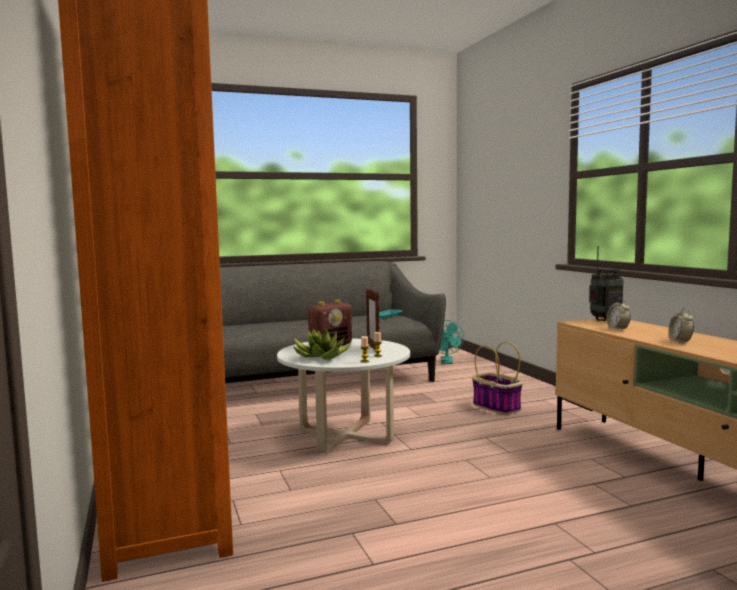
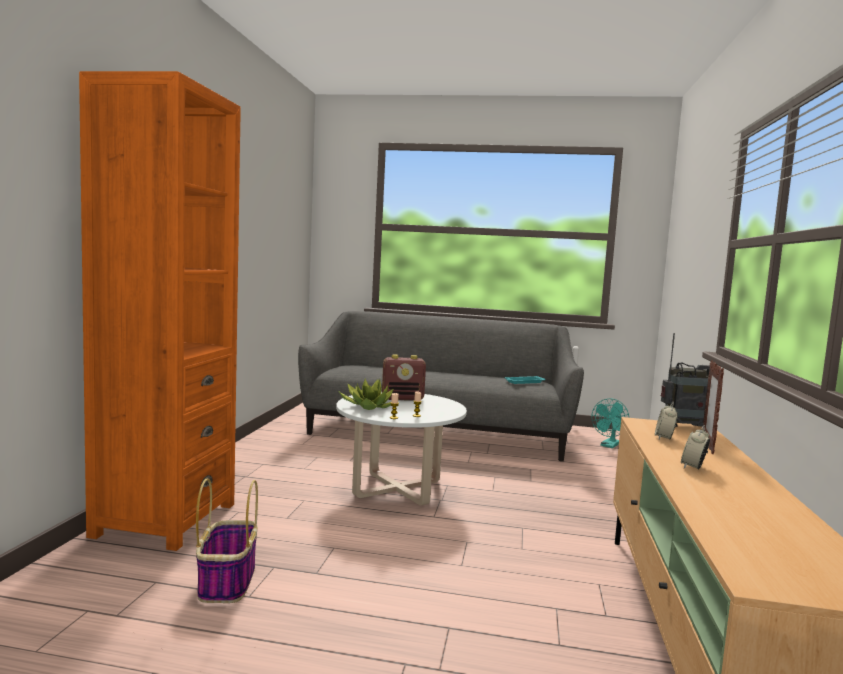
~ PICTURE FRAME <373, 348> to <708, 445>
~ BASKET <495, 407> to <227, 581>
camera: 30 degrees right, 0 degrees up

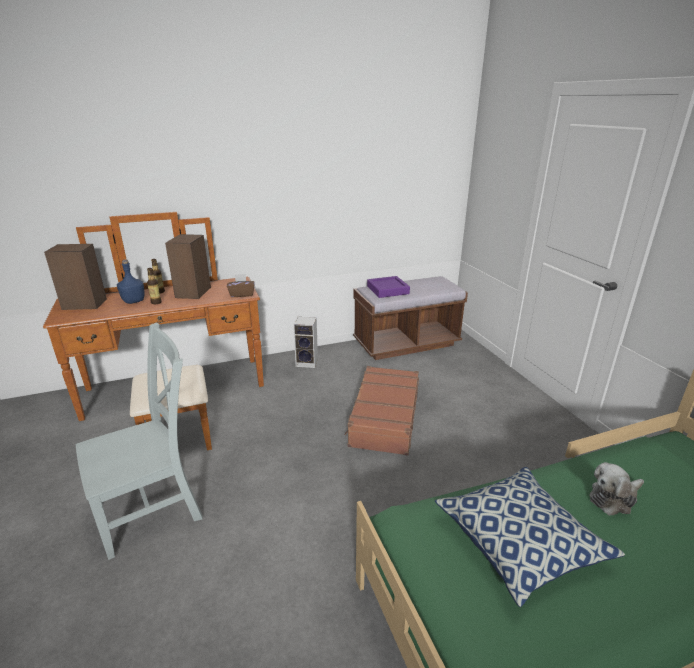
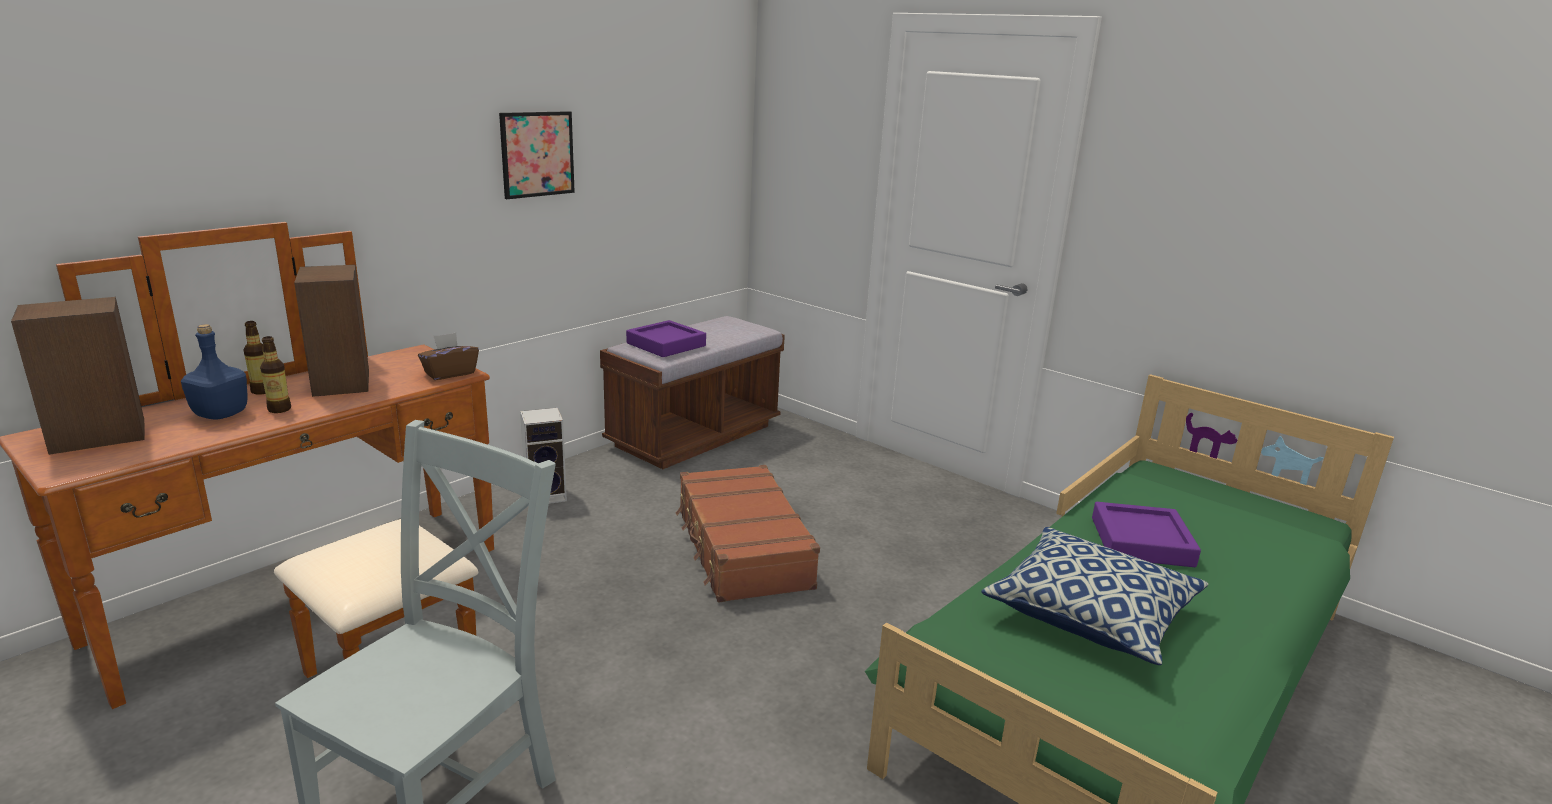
~ PLUSH TOY <613, 498> to PURPLE TRAY <1141, 542>
+ PICTURE <537, 154>
camera: 30 degrees left, 5 degrees down

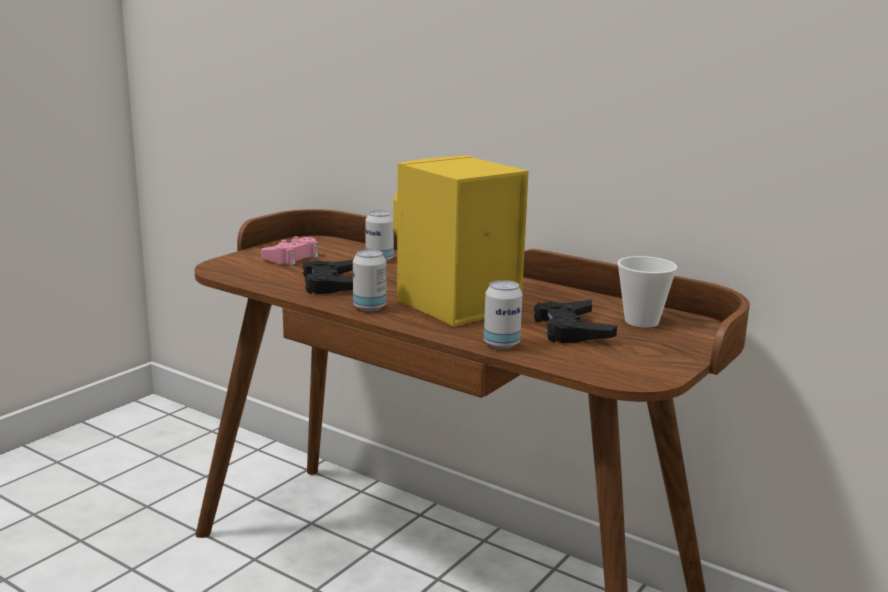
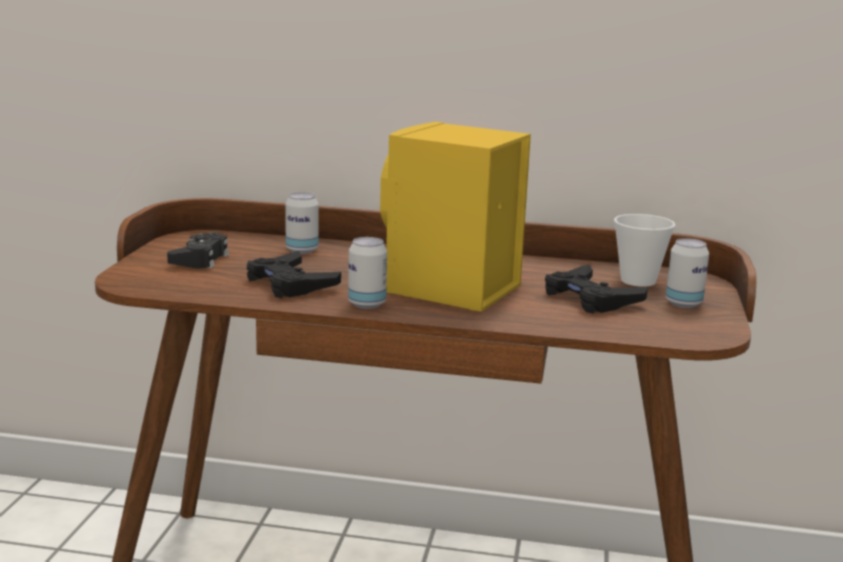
~ PINK GAME CONTROLLER <292, 258> to BLACK GAME CONTROLLER <200, 259>
~ CAN <501, 344> to <683, 303>
camera: 25 degrees left, 0 degrees up

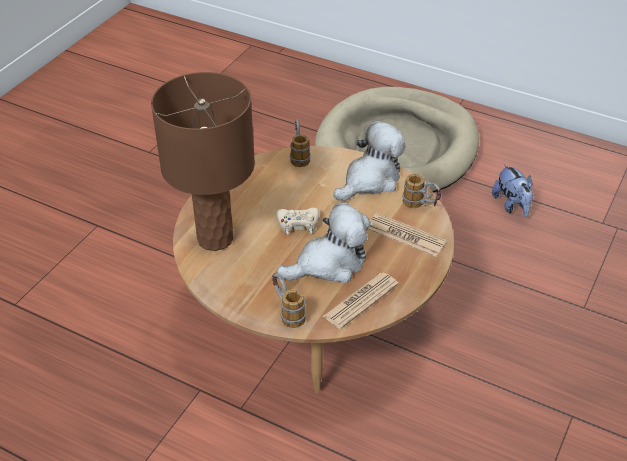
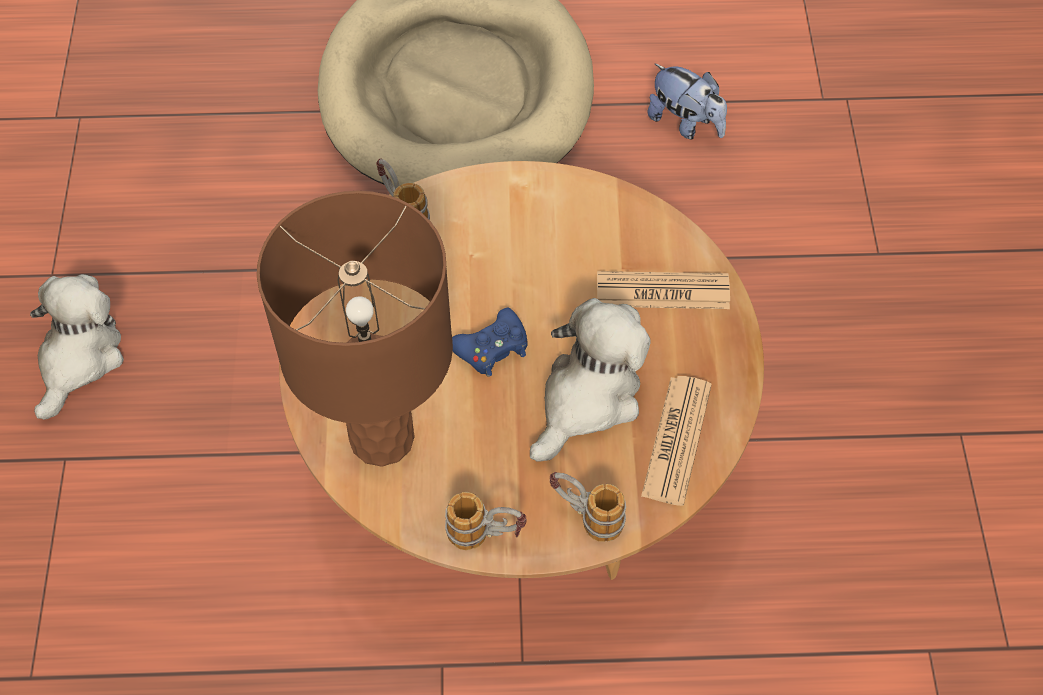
~ BEIGE GAME CONTROLLER <298, 224> to BLUE GAME CONTROLLER <492, 348>
~ PLUSH TOY <370, 180> to <79, 358>
~ MUG <421, 206> to <486, 535>
camera: 30 degrees left, 15 degrees up

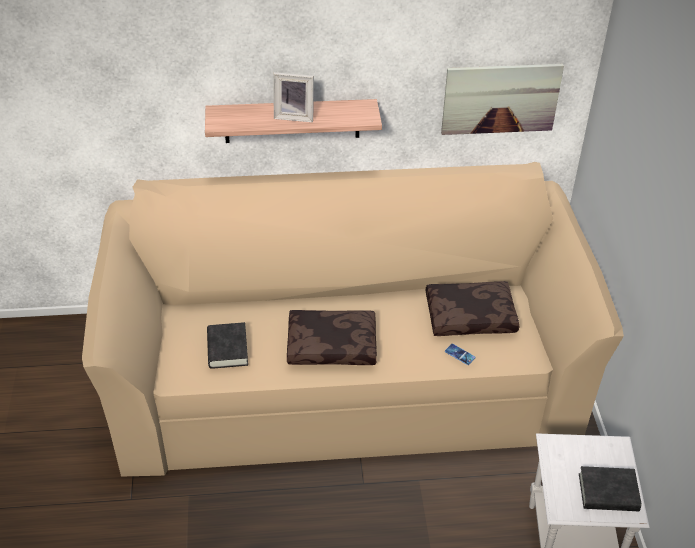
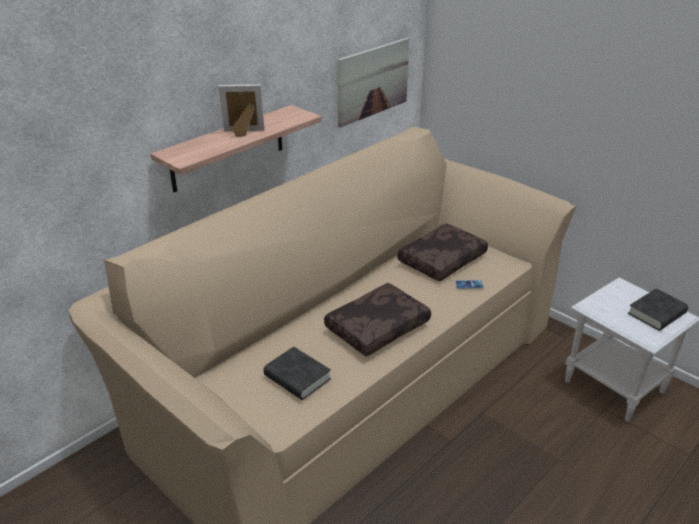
~ PICTURE FRAME <294, 116> = <243, 133> 150 degrees counterclockwise
camera: 40 degrees left, 10 degrees down

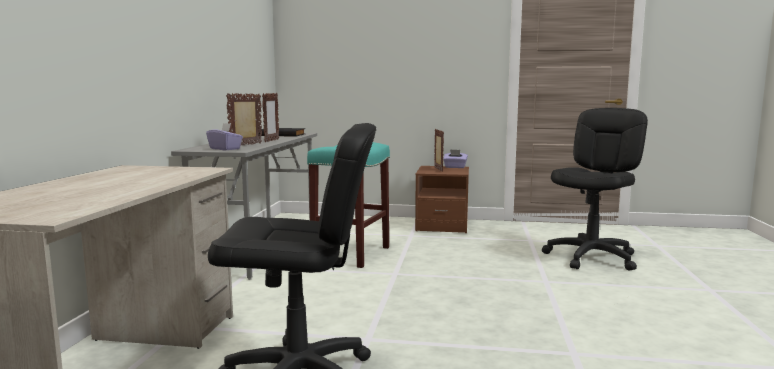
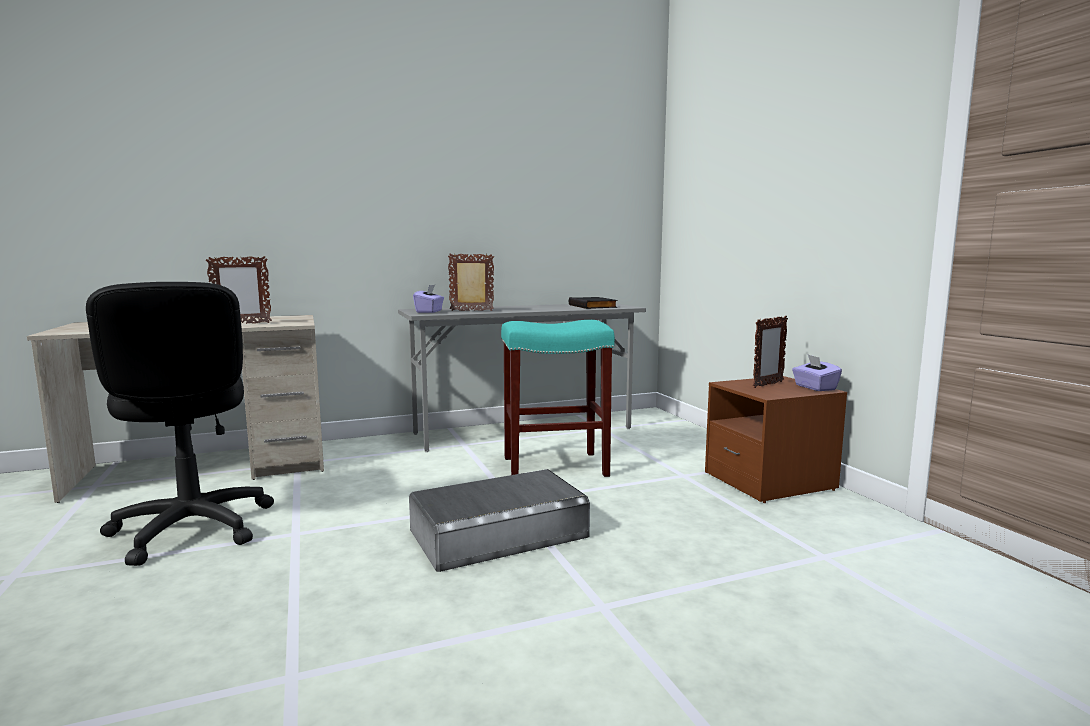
~ PICTURE FRAME <271, 141> to <242, 324>
- BLACK OFFICE CHAIR <591, 257>
+ GREY STORAGE BOX <498, 534>
camera: 60 degrees right, 0 degrees up

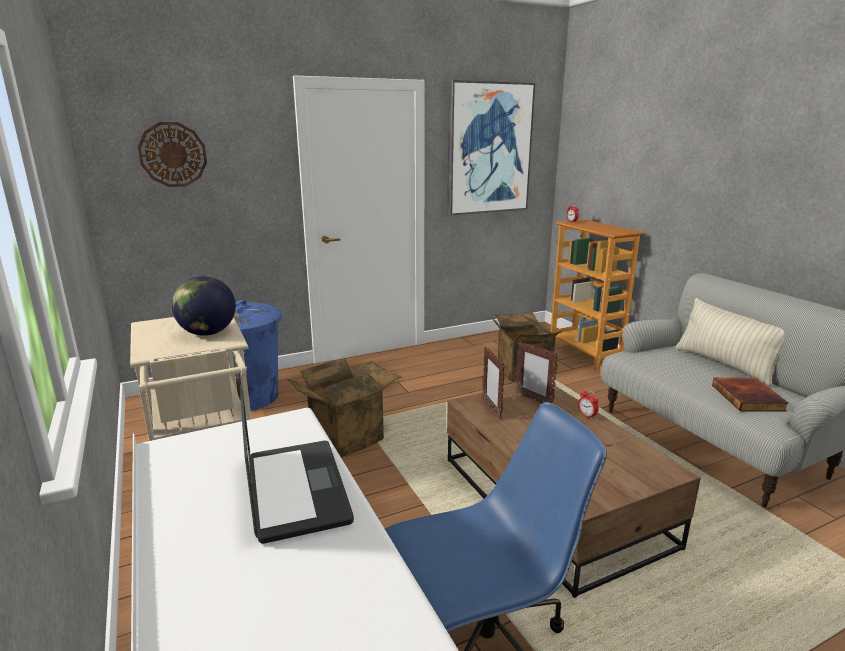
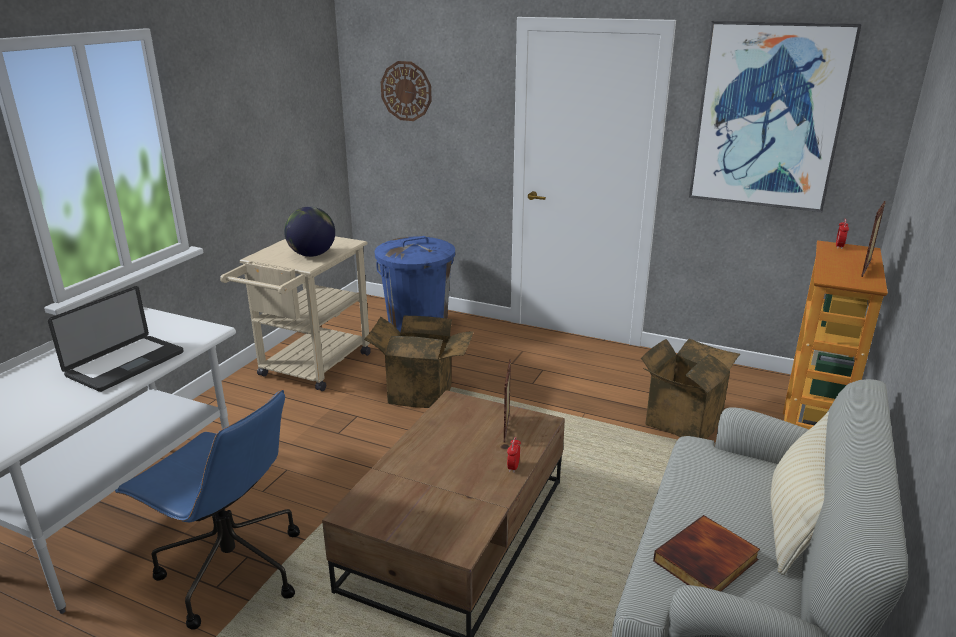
~ PICTURE FRAME <491, 408> to <866, 269>
camera: 50 degrees right, 5 degrees up

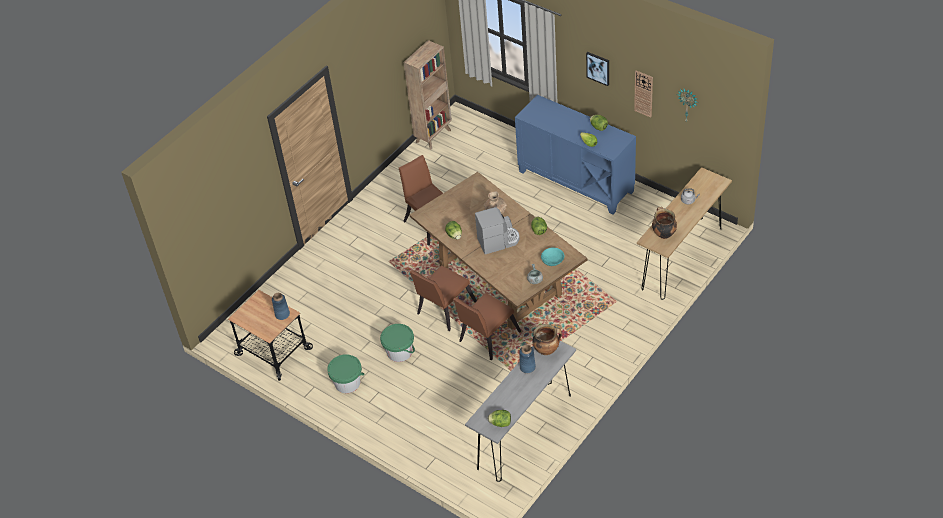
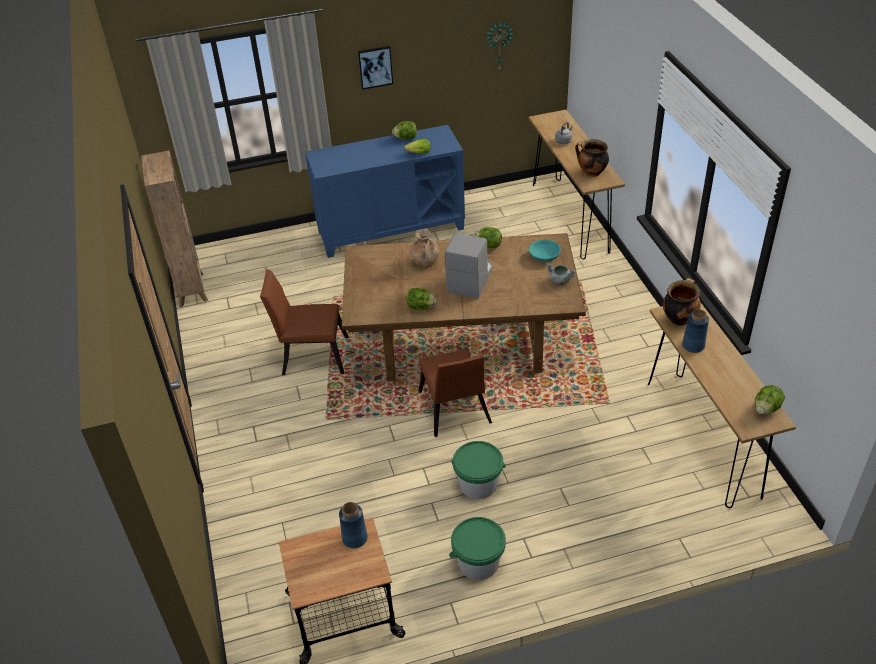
- BROWN CHAIR <486, 338>
~ GREY CONSOLE TABLE <525, 431> to BROWN CONSOLE TABLE <702, 437>
- WALL CLOCK <643, 93>
camera: 55 degrees left, 5 degrees down

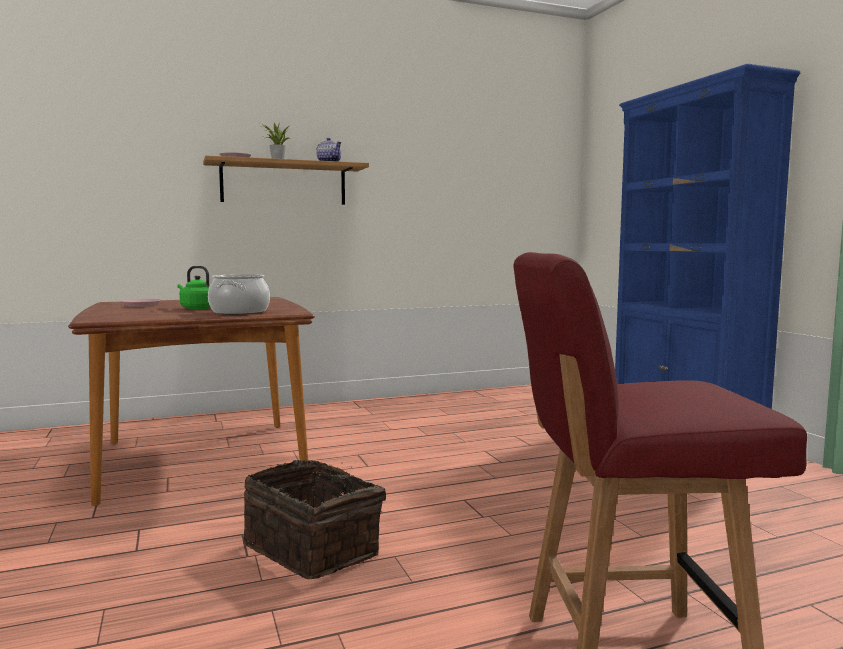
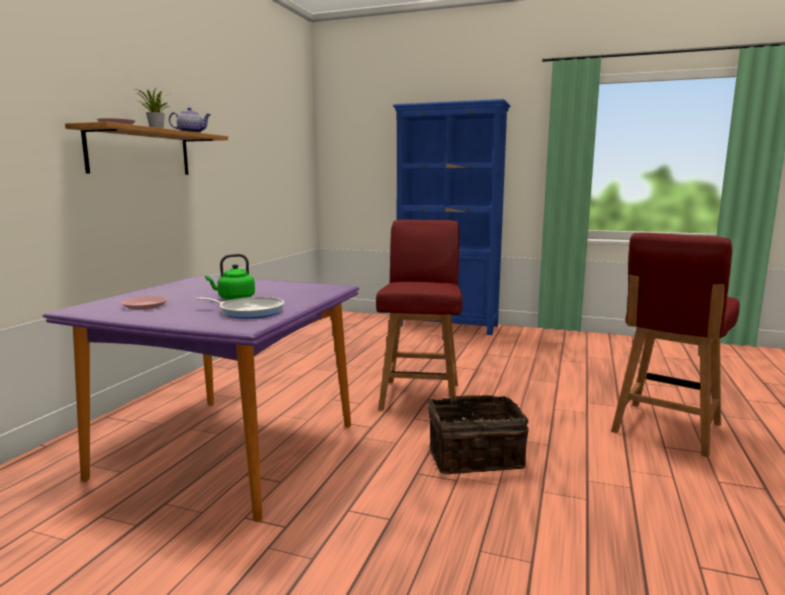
~ BROWN DINING TABLE <202, 459> to PURPLE DINING TABLE <228, 450>
- COOKING POT <239, 312>
+ FRYING PAN <249, 311>
+ RED CHAIR <420, 395>
camera: 50 degrees left, 5 degrees up

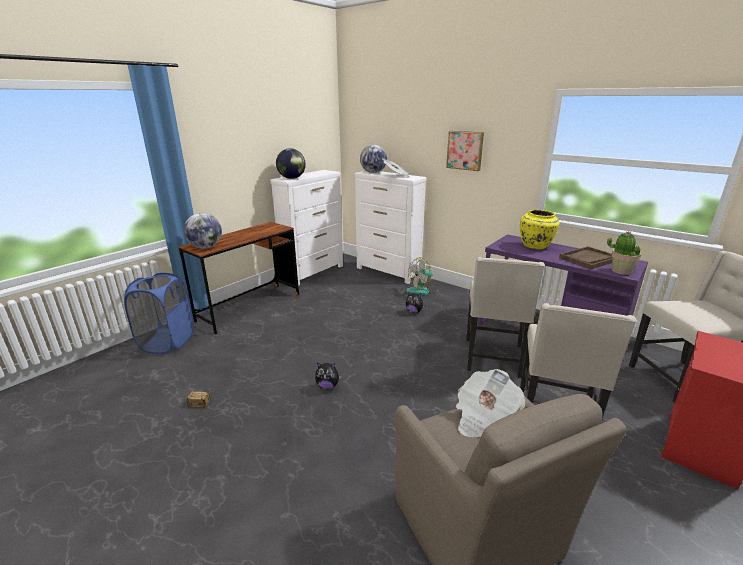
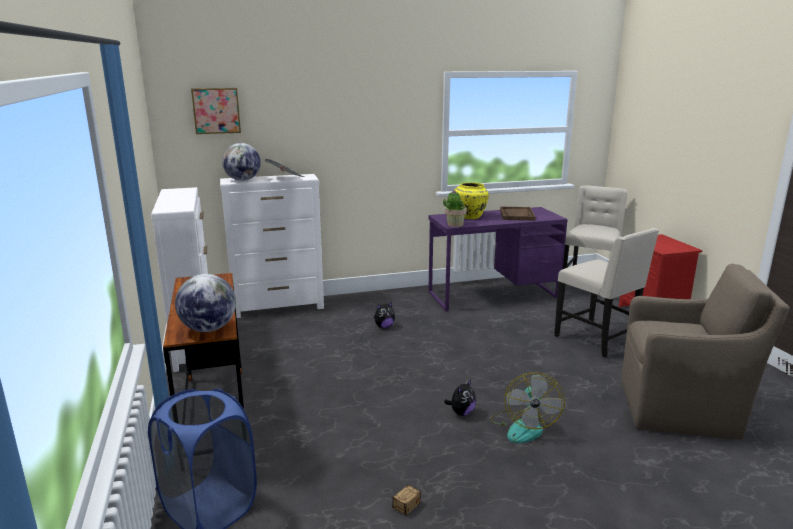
- GLOBE <292, 178>
~ FAN <422, 290> to <523, 427>
~ PICTURE <465, 150> to <216, 110>
- NEWSPAPER <484, 419>
- BEIGE CHAIR <493, 358>
~ POTTED PLANT <621, 271> to <454, 225>
camera: 55 degrees left, 5 degrees down

